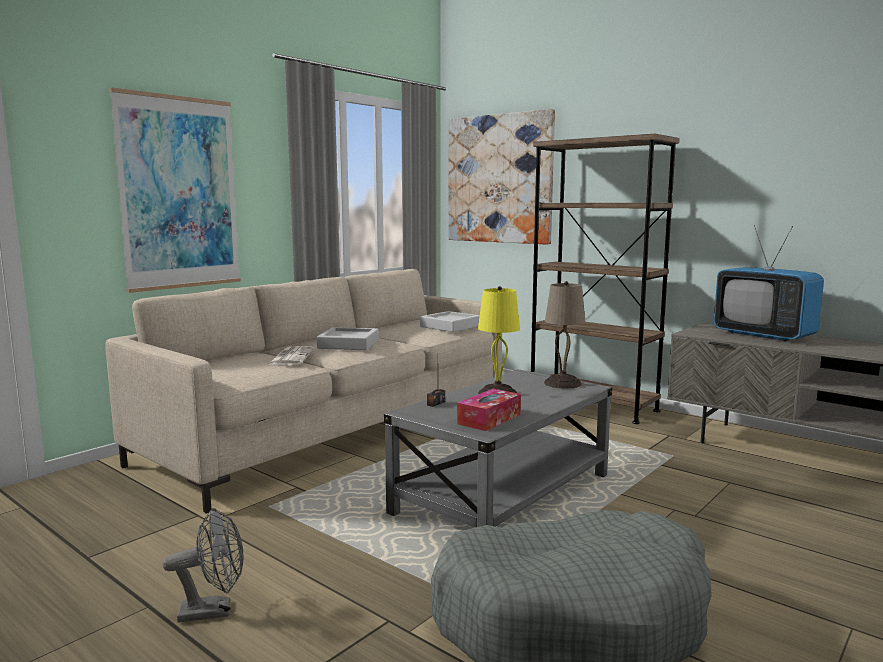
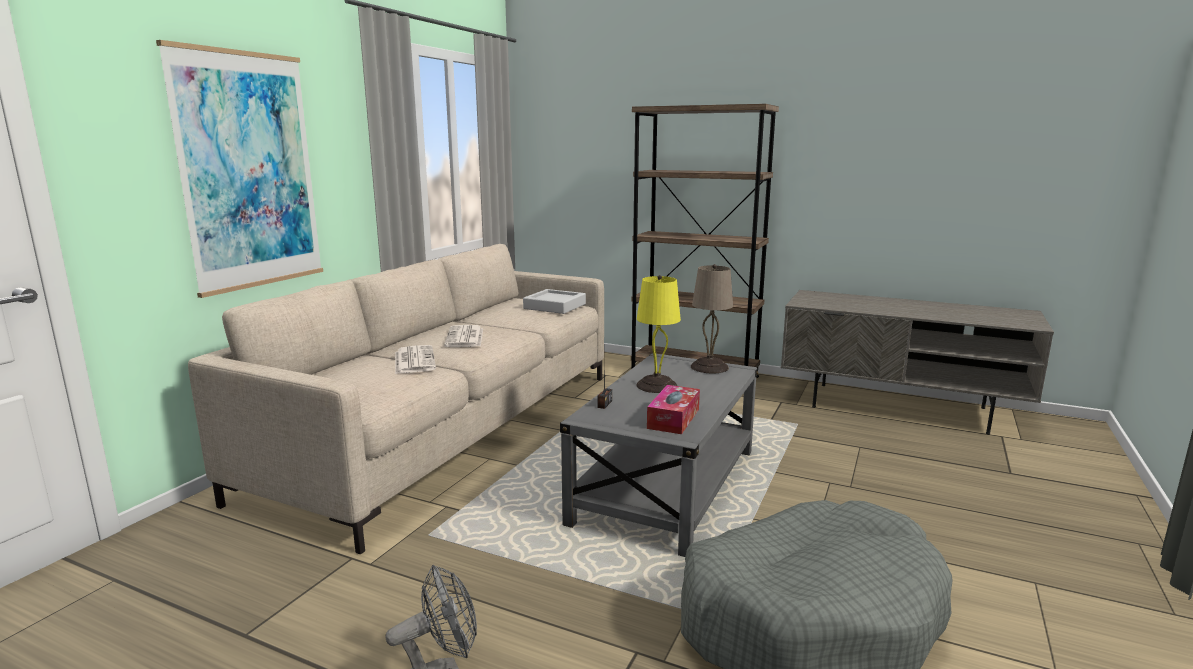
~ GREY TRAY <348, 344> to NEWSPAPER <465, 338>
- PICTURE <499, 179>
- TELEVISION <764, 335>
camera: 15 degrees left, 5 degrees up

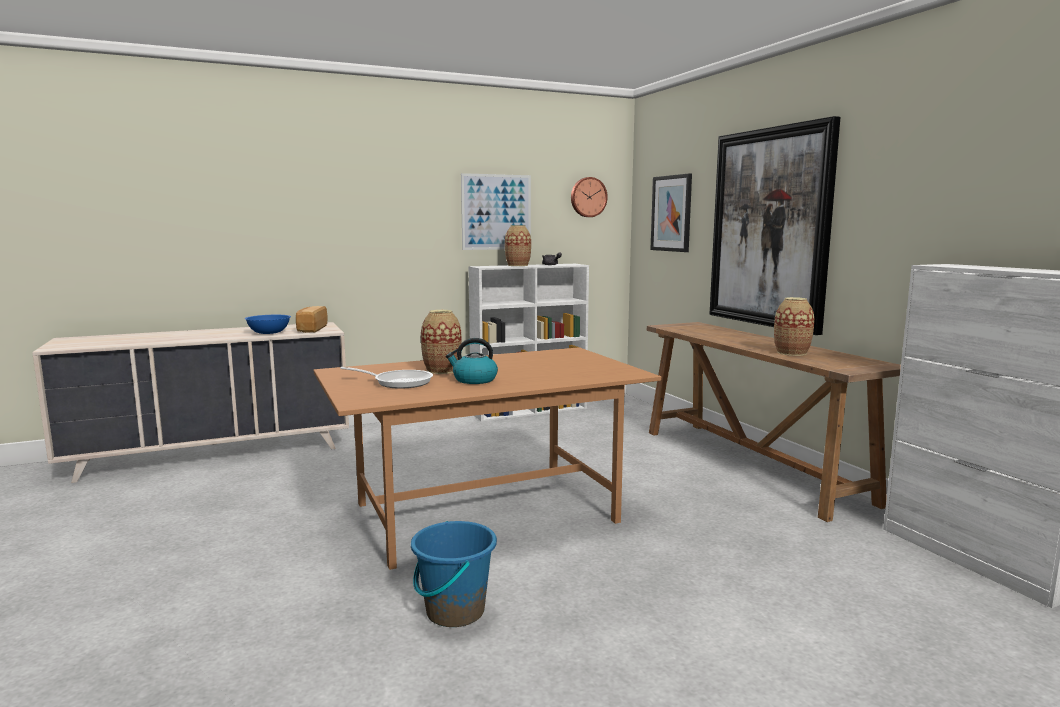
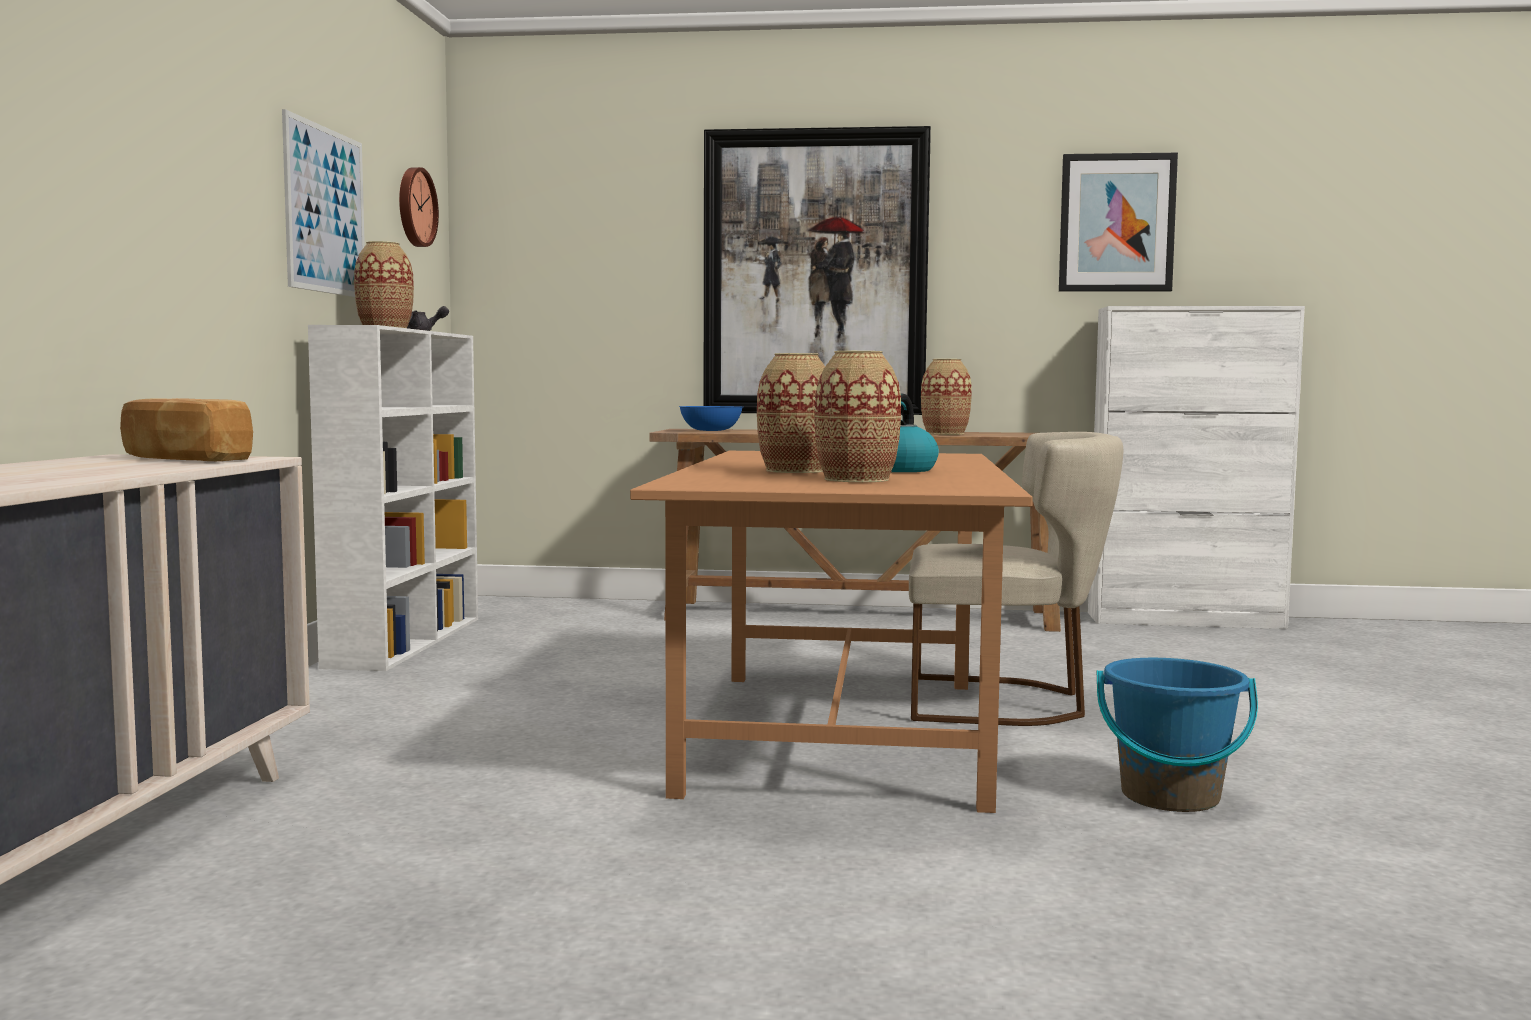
~ BLUE BOWL <269, 333> to <711, 430>
~ FRYING PAN <398, 382> to VASE <856, 479>
~ PICTURE <671, 213> to <1116, 223>
+ BEIGE CHAIR <1005, 702>
camera: 60 degrees left, 5 degrees down

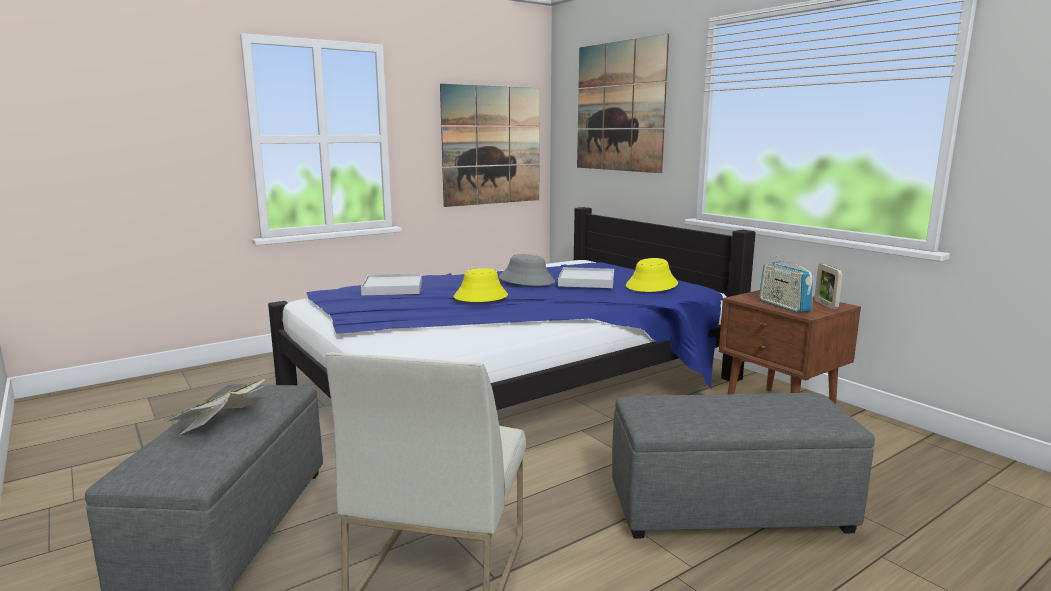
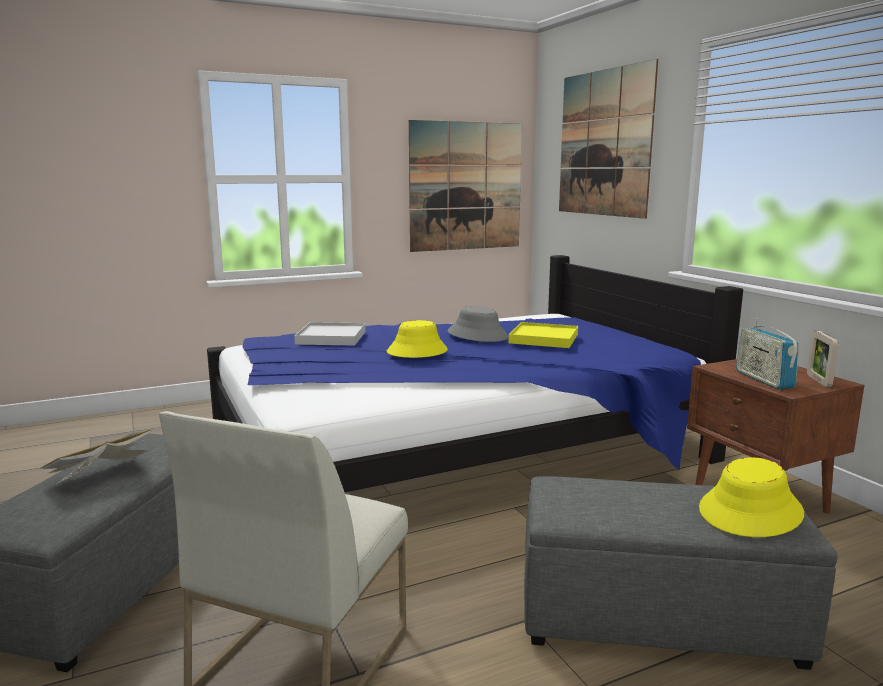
~ WHITE TRAY <586, 281> to YELLOW TRAY <543, 338>
~ YELLOW HAT <652, 285> to <751, 511>
camera: 10 degrees right, 0 degrees up

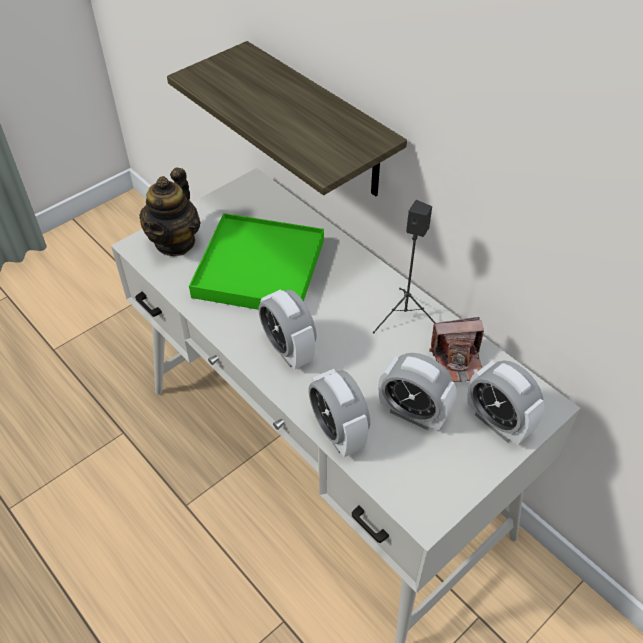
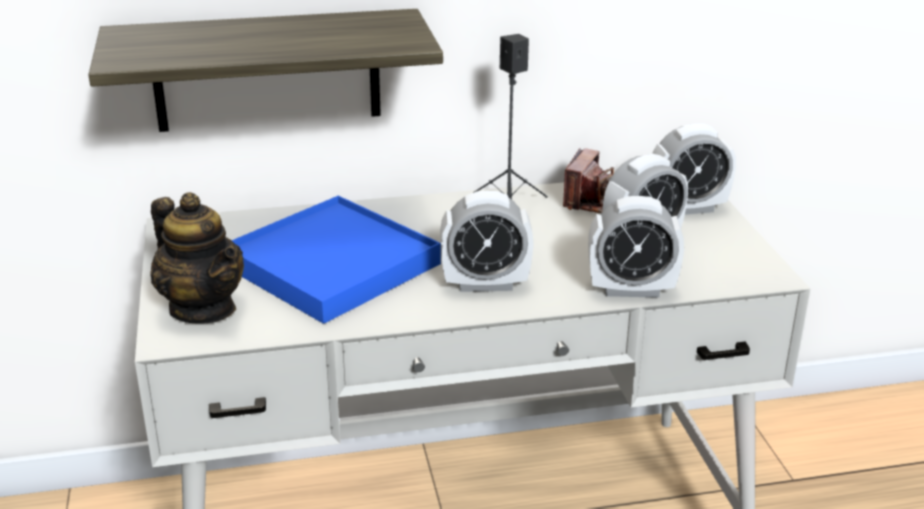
~ GREEN TRAY <259, 268> to BLUE TRAY <331, 265>
camera: 60 degrees left, 20 degrees down

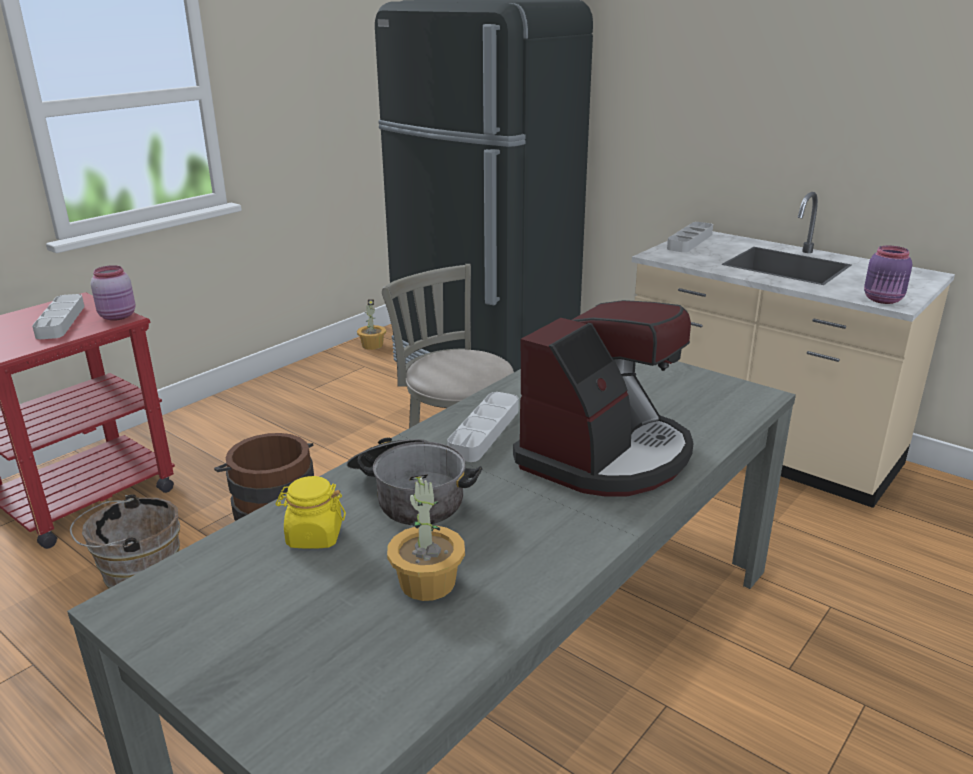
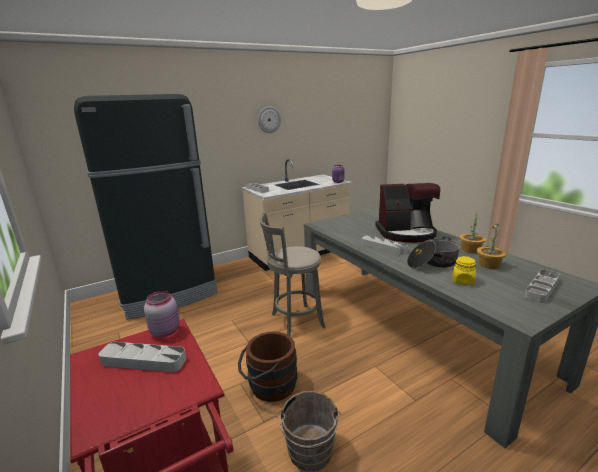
~ POTTED PLANT <372, 345> to <470, 250>
~ COFFEE MACHINE <606, 455> = <406, 233> 120 degrees clockwise
+ WALL CLOCK <269, 119>
+ GREY TRAY <542, 288>
camera: 70 degrees left, 5 degrees down

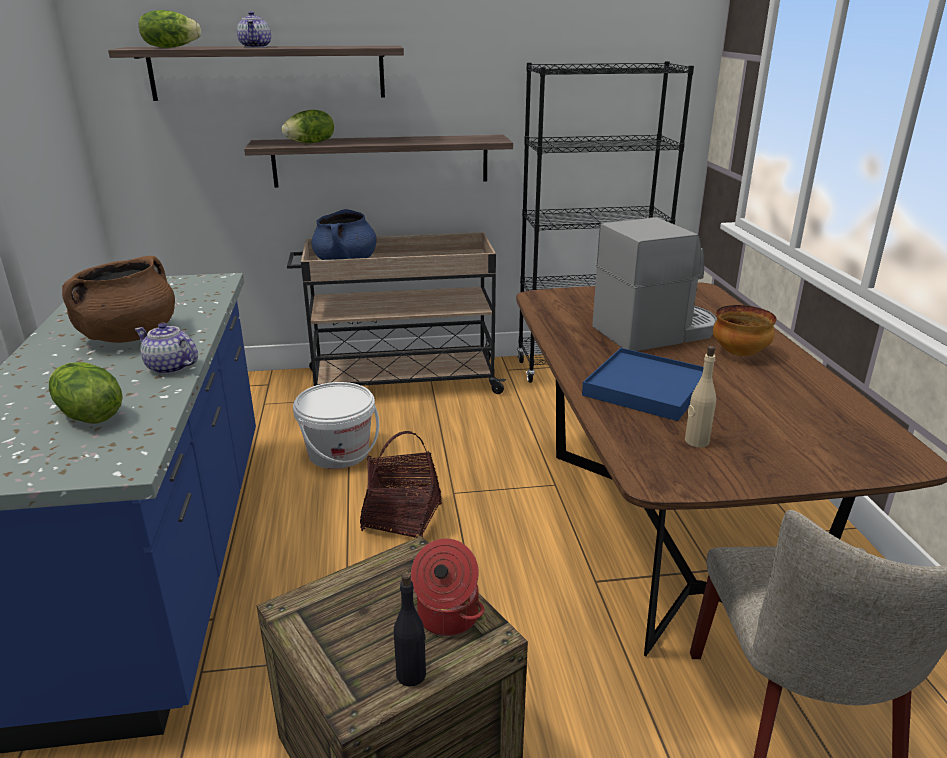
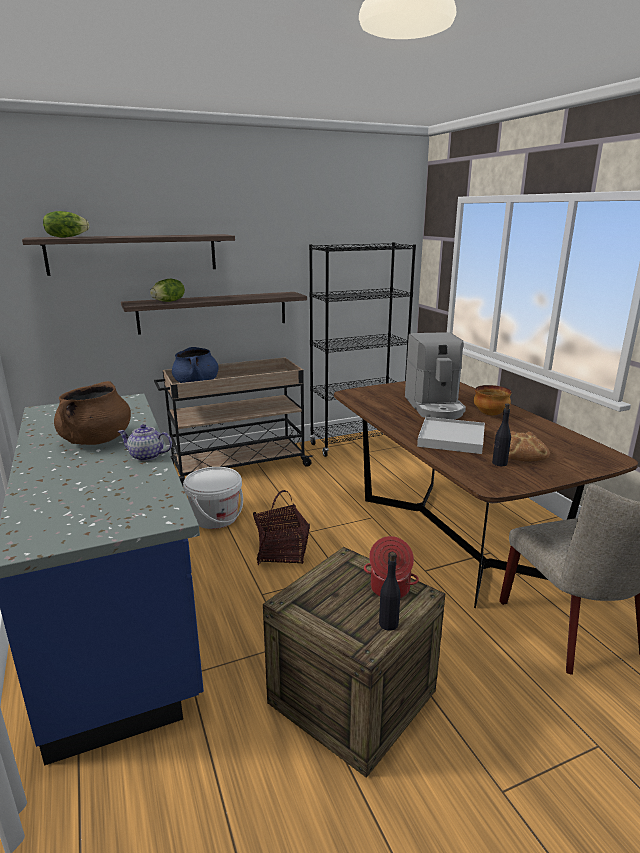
- LETTUCE <88, 416>
- TEAPOT <256, 47>
~ BLUE TRAY <646, 388> to WHITE TRAY <451, 438>
~ COFFEE MACHINE <656, 331> = <434, 407> 120 degrees clockwise
~ BEIGE BOTTLE <696, 441> to BLACK BOTTLE <499, 463>
+ BREAD <520, 451>
camera: 15 degrees left, 5 degrees down

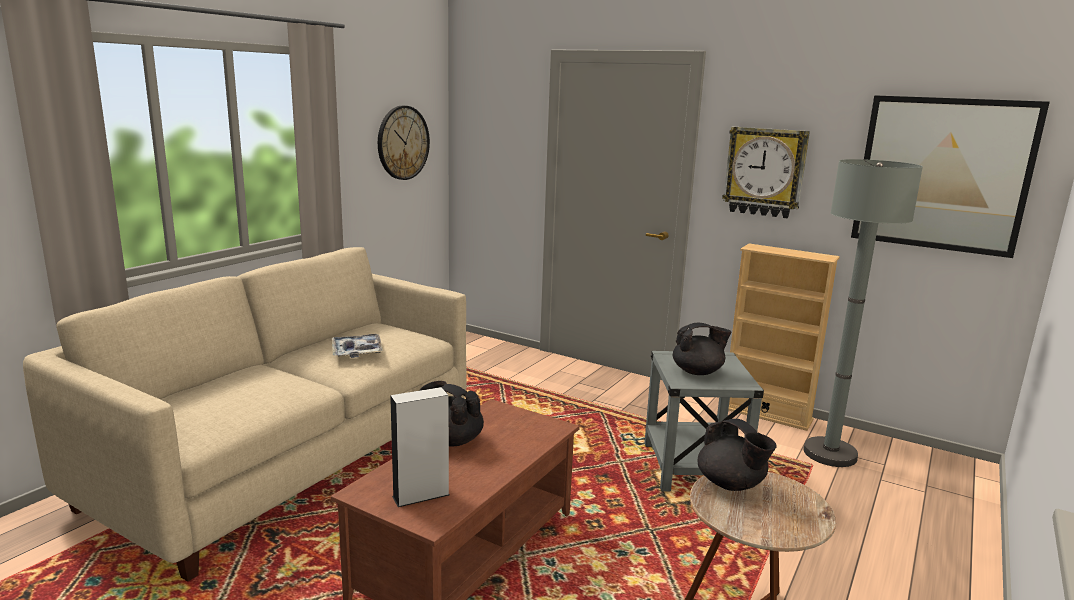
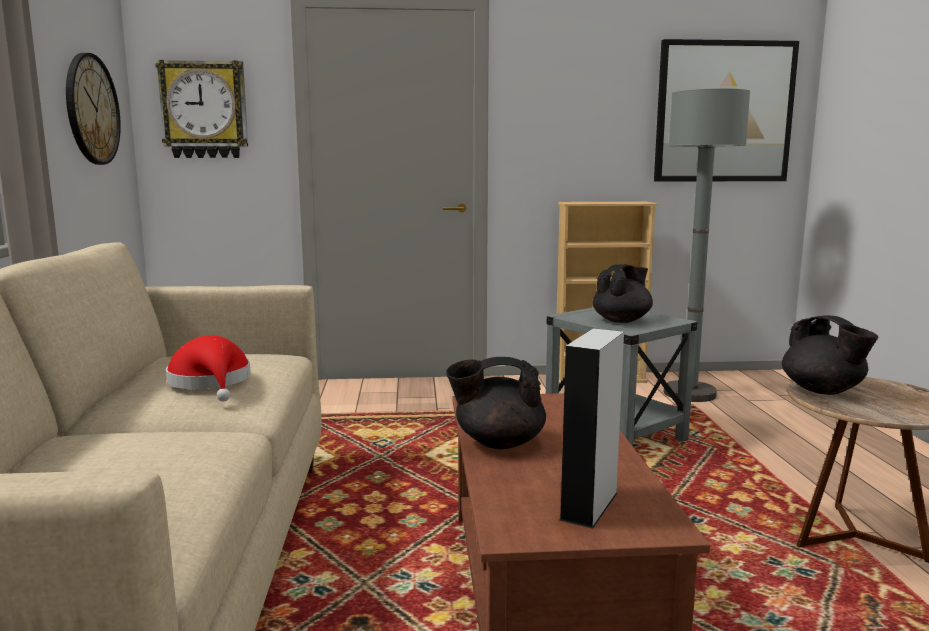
~ TRAY <357, 351> to RED HAT <211, 382>
~ BLACK TEAPOT <731, 484> = <823, 391> 45 degrees clockwise
~ WALL CLOCK <765, 172> to <204, 110>
camera: 35 degrees left, 5 degrees down

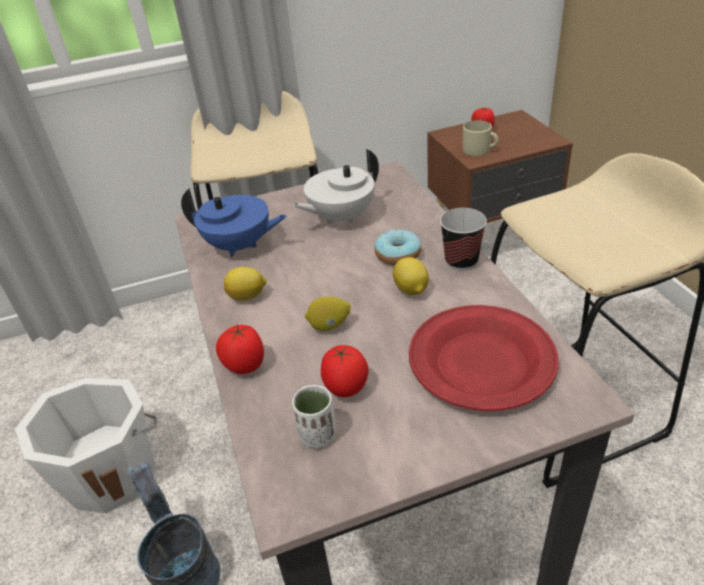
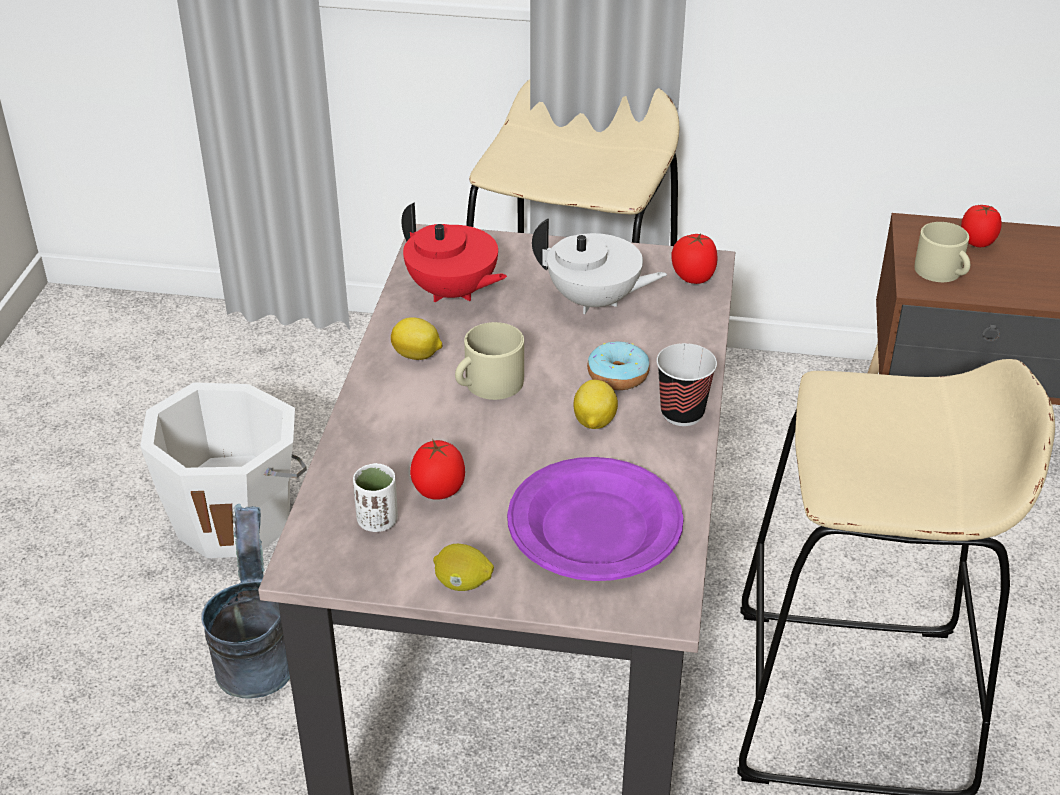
~ BLUE TEAPOT <239, 246> to RED TEAPOT <452, 292>
~ TOMATO <245, 366> to <693, 278>
~ WHITE TEAPOT <340, 217> = <594, 301> 150 degrees counterclockwise
~ LEMON <329, 326> to <462, 584>
~ RED PLATE <482, 362> to PURPLE PLATE <595, 528>
+ BEIGE MUG <488, 384>
camera: 25 degrees right, 0 degrees up

